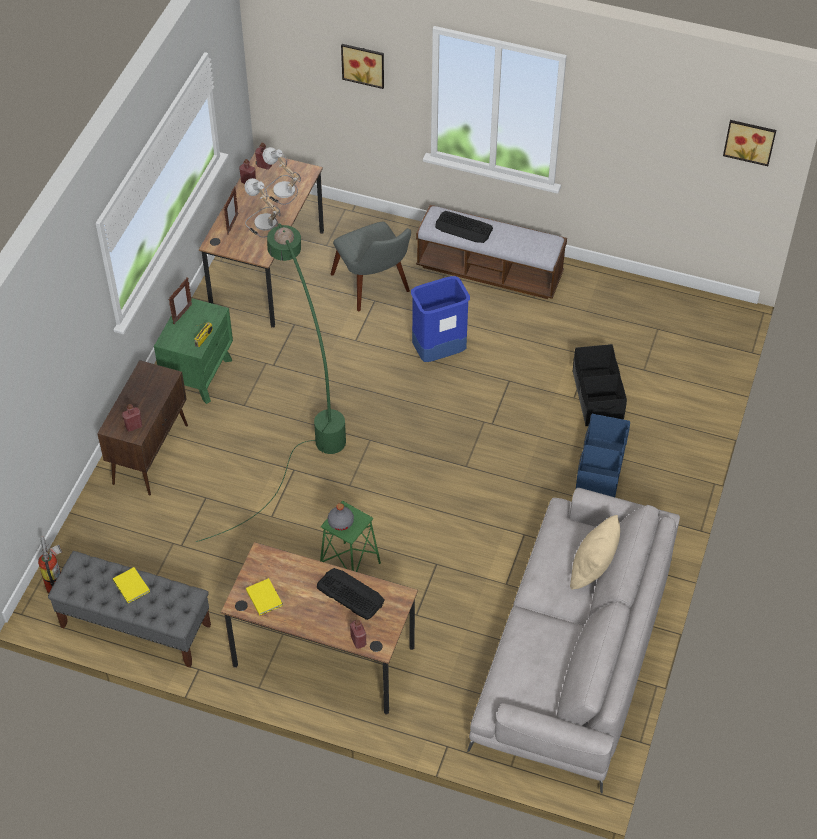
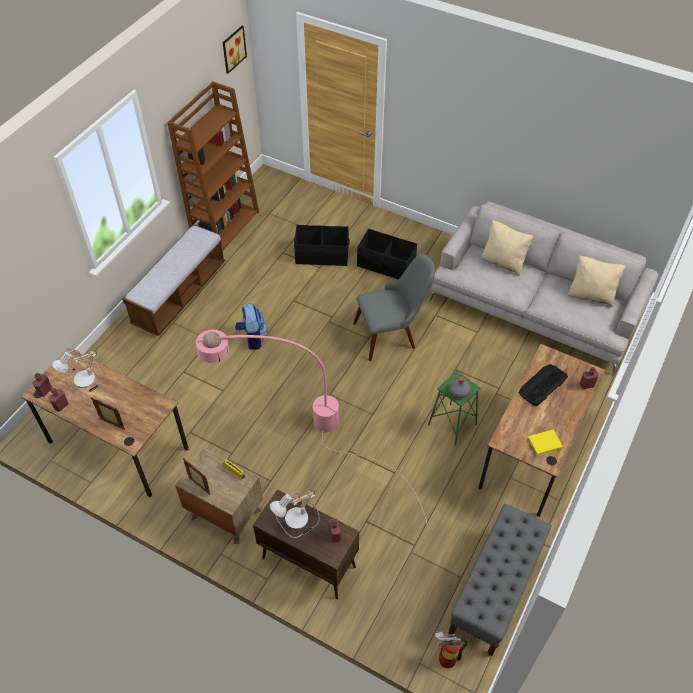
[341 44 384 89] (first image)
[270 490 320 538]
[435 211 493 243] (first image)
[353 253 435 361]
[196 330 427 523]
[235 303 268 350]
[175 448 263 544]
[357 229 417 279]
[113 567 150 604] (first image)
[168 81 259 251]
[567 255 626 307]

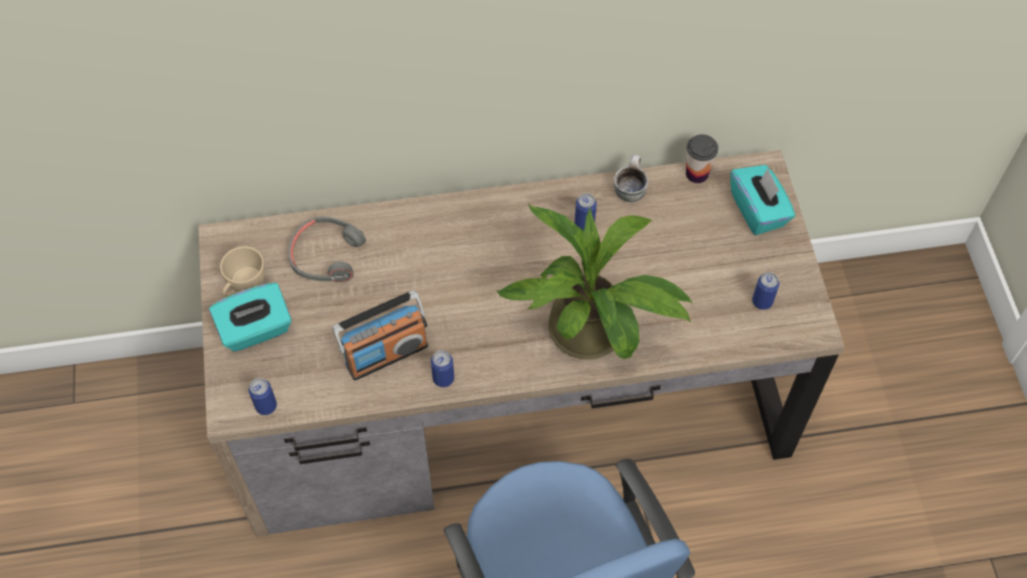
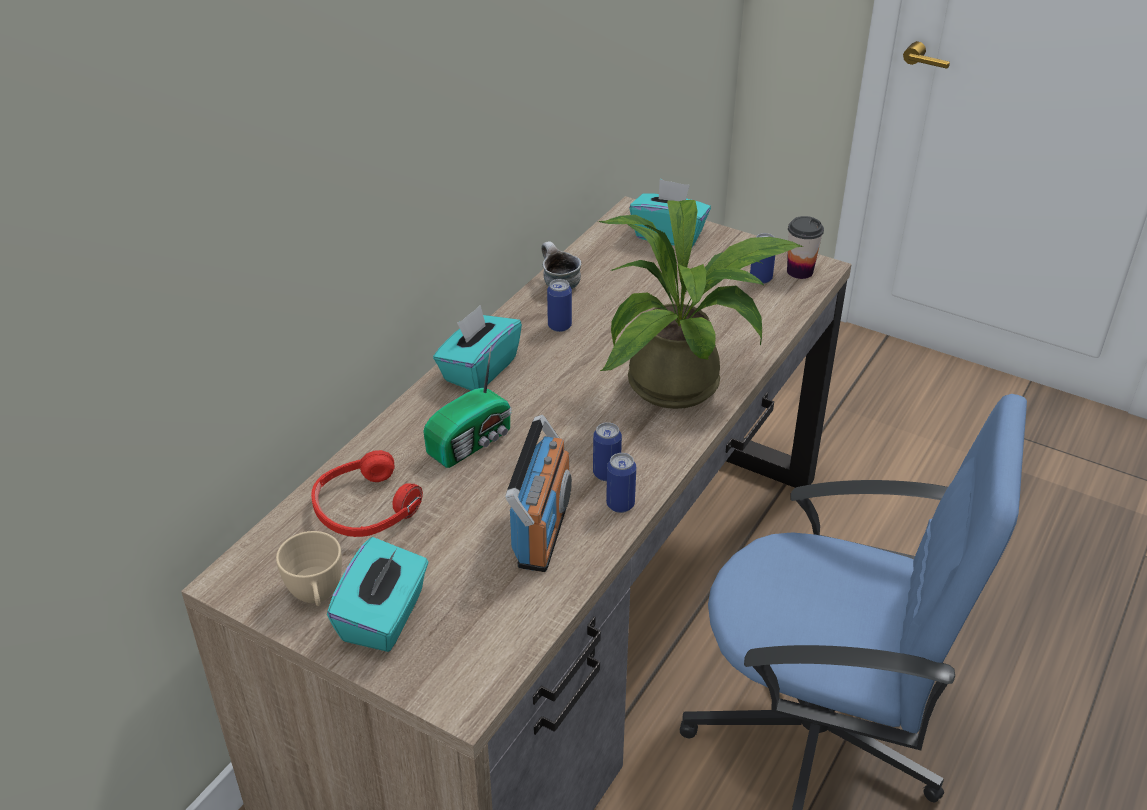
[787 216 824 279]
[311 450 423 537]
[593 422 622 481]
[433 305 522 391]
[423 346 512 468]

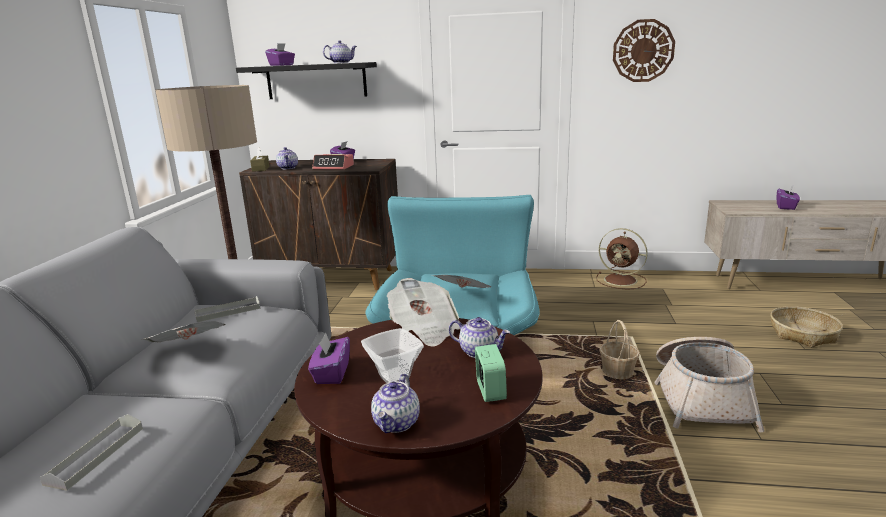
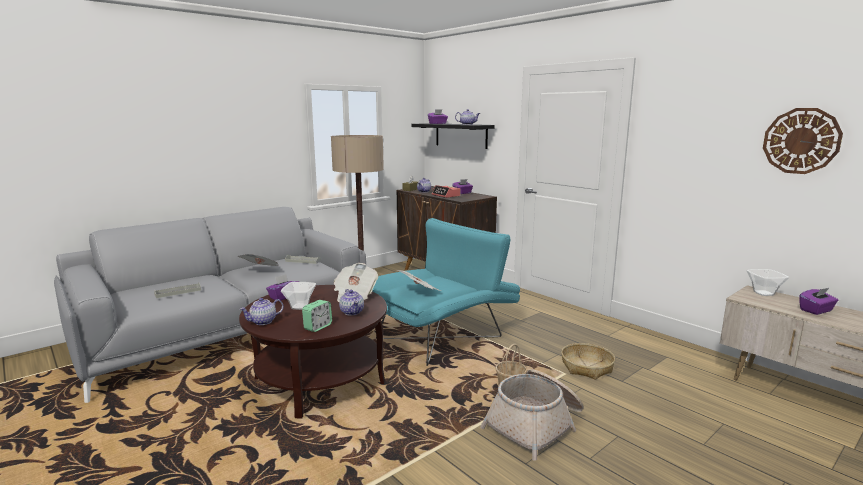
[763 108 843 174]
[596 228 648 290] (first image)
[561 343 615 380]
[746 269 789 296]

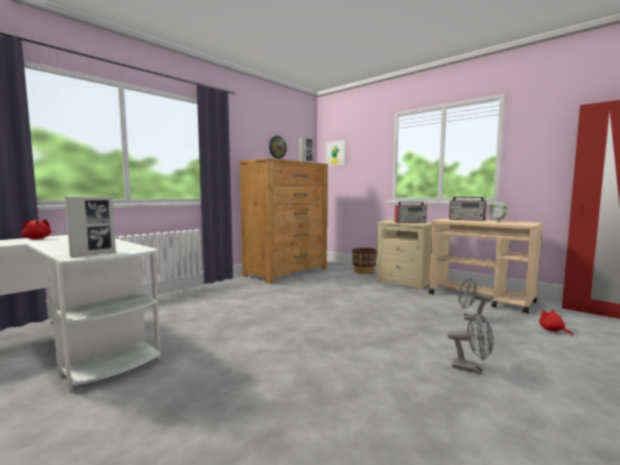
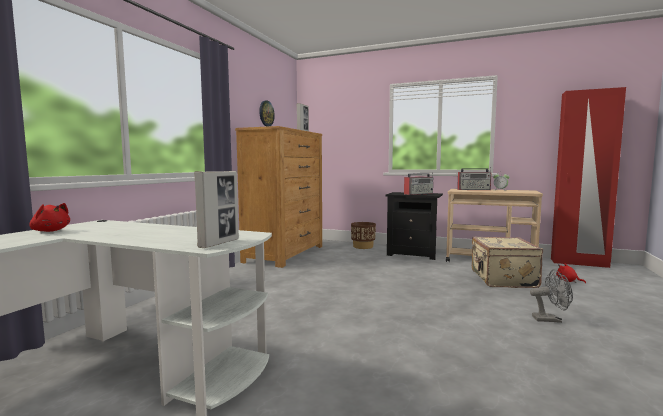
[326 140 346 166] (first image)
[385 192 443 260]
[472 237 543 288]

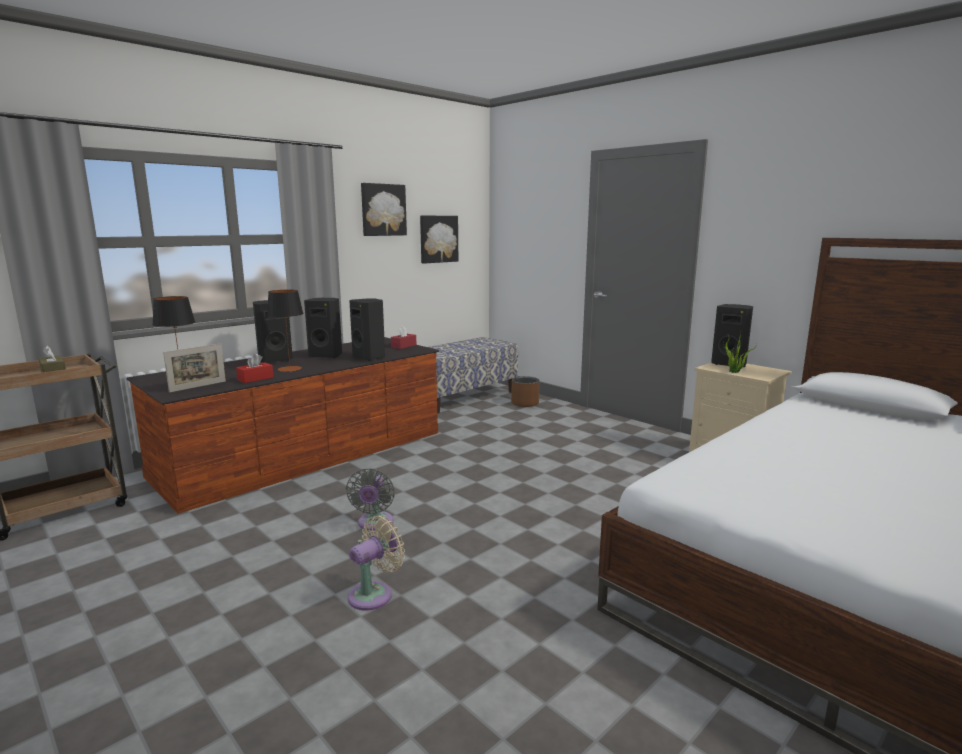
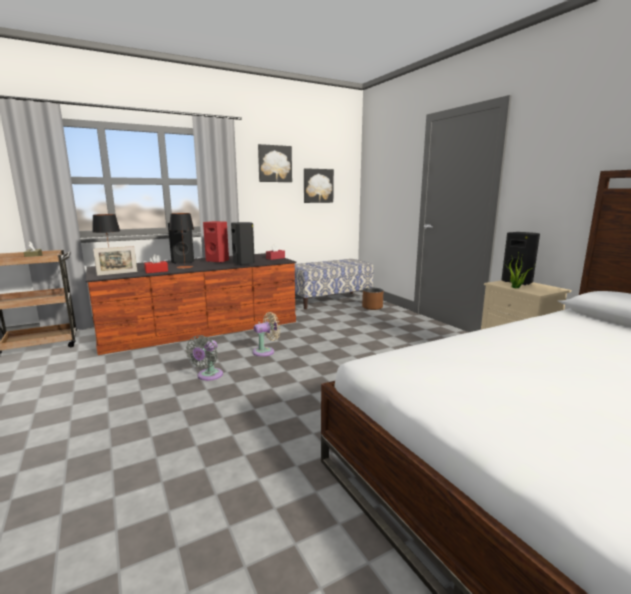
[203 221 229 263]
[253 312 280 357]

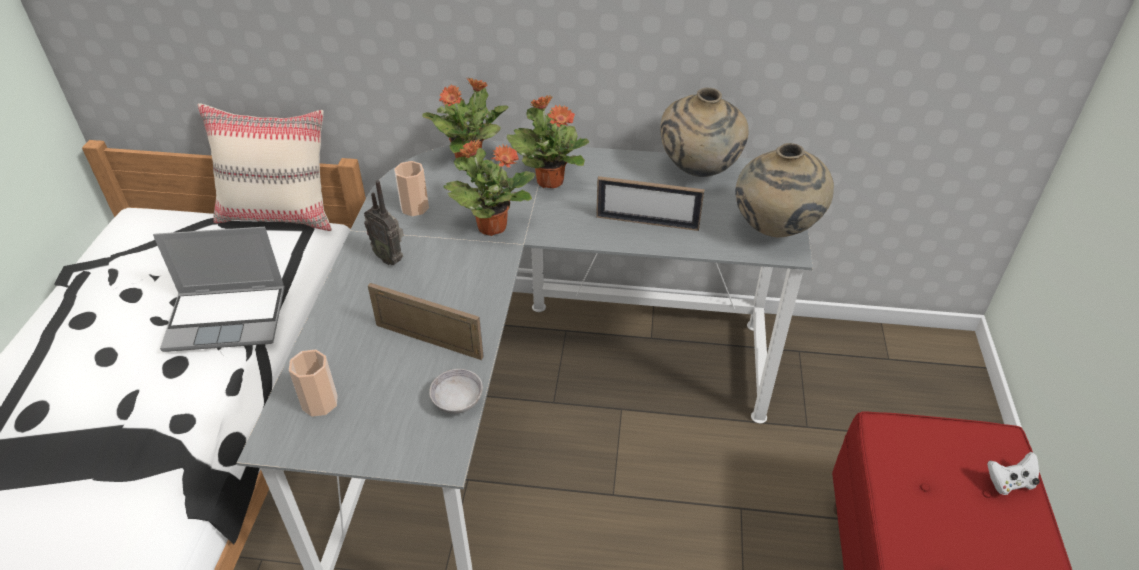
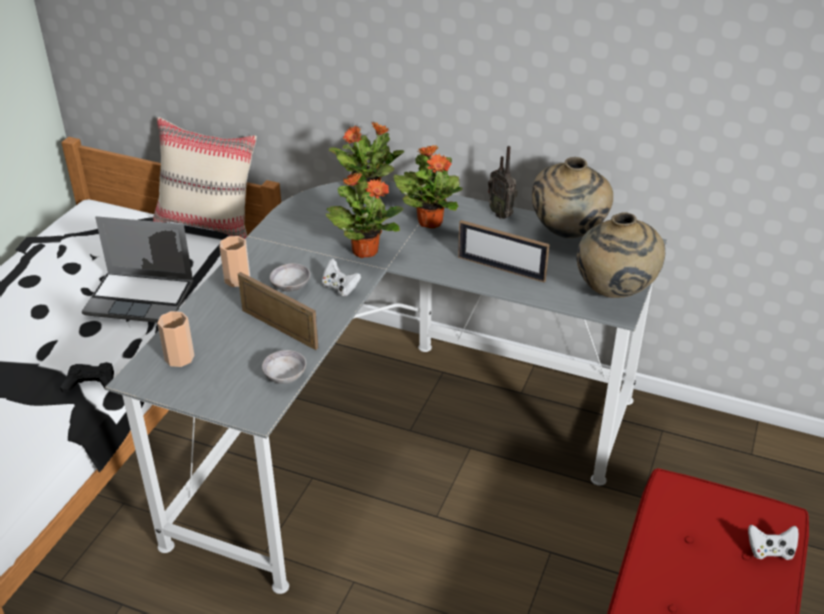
[220 236 250 287]
[488 146 518 219]
[322 259 361 297]
[270 263 310 292]
[60 362 114 393]

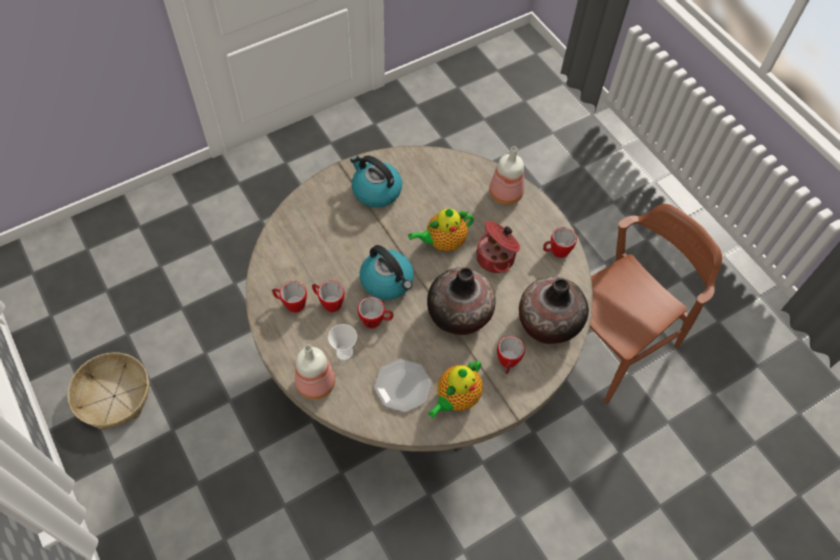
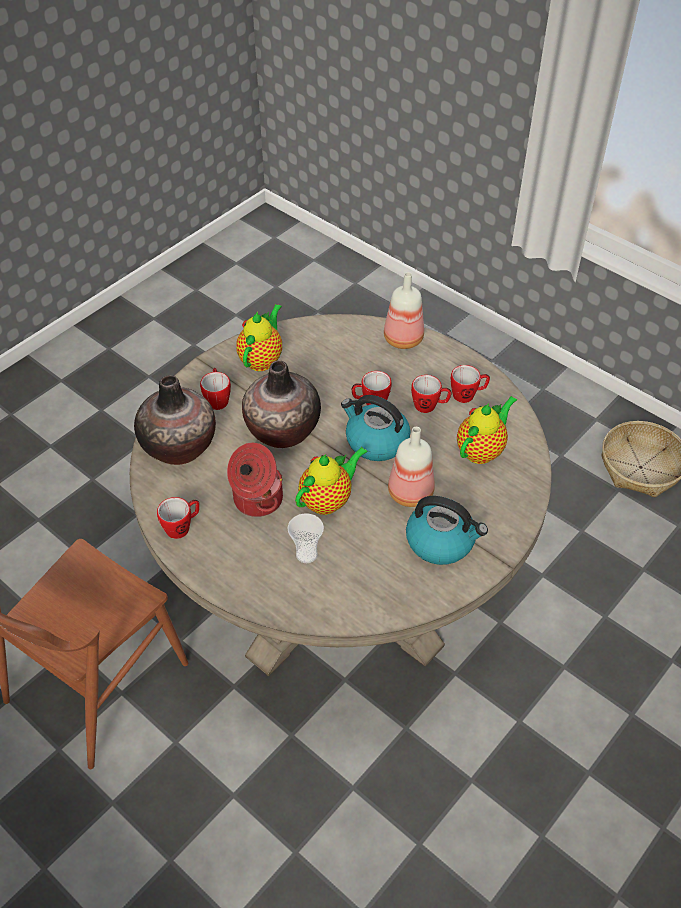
[388 427 435 507]
[288 513 324 563]
[374 359 432 412] (first image)
[457 396 517 464]

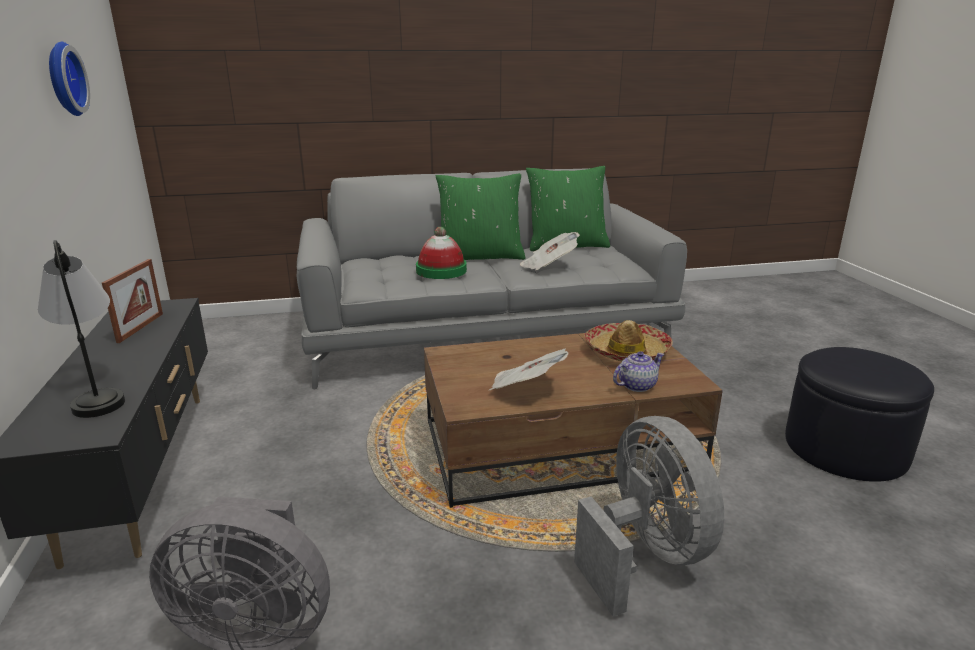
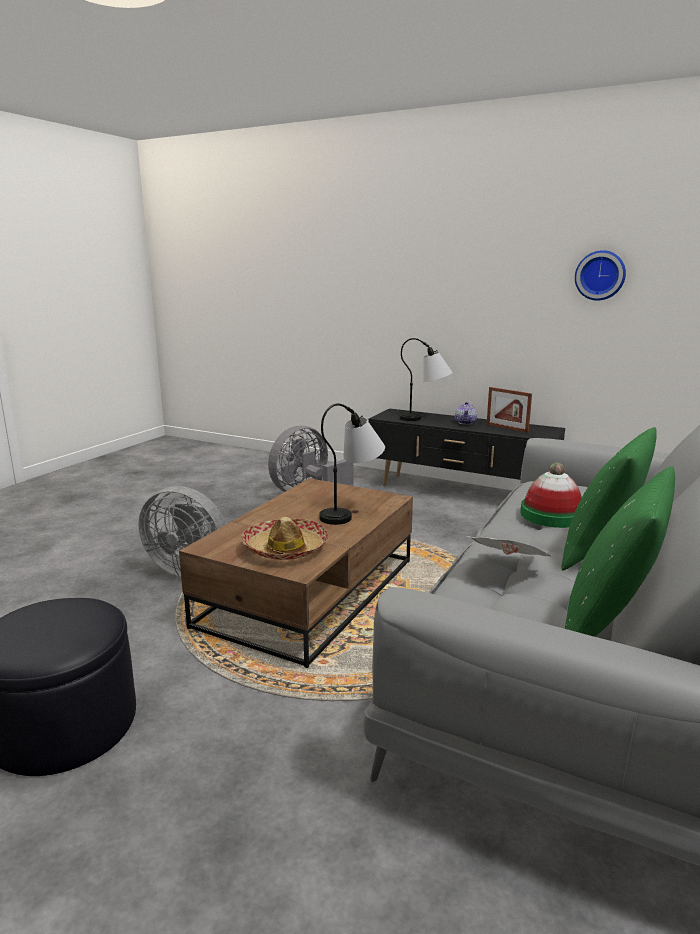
[489 348 569 390] (first image)
[455 402 477 425]
[319 403 385 525]

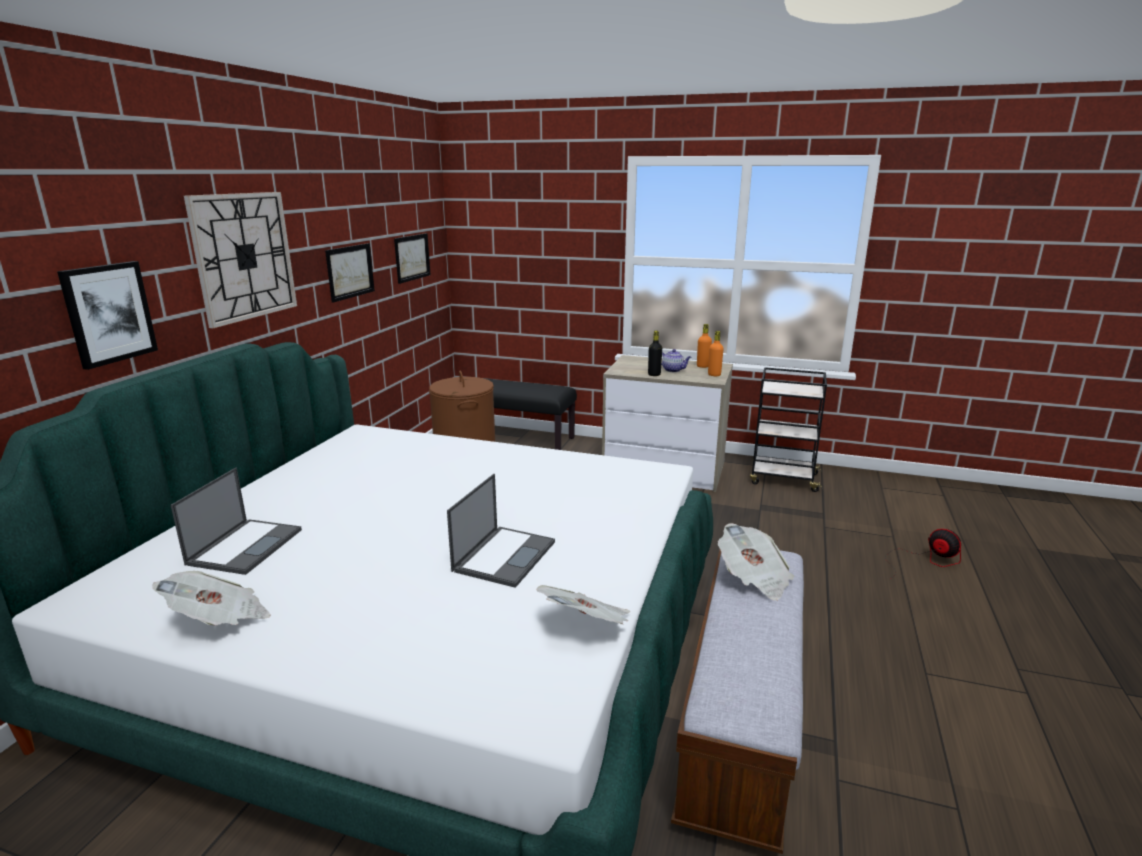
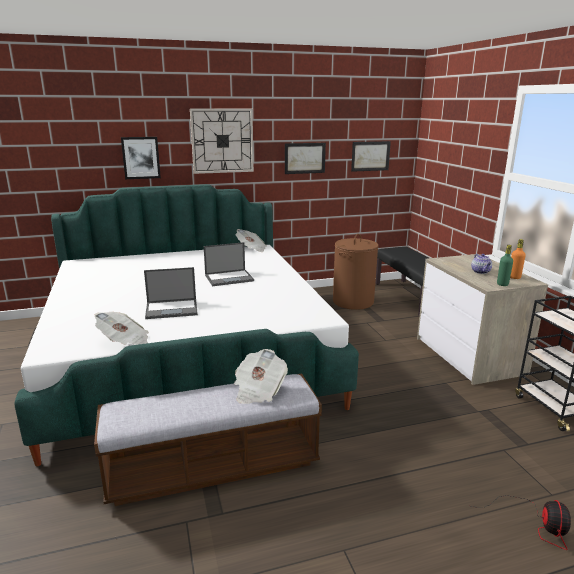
[648 331 662 376] (first image)
[497 245 513 286]
[204 242 254 286]
[235 229 267 252]

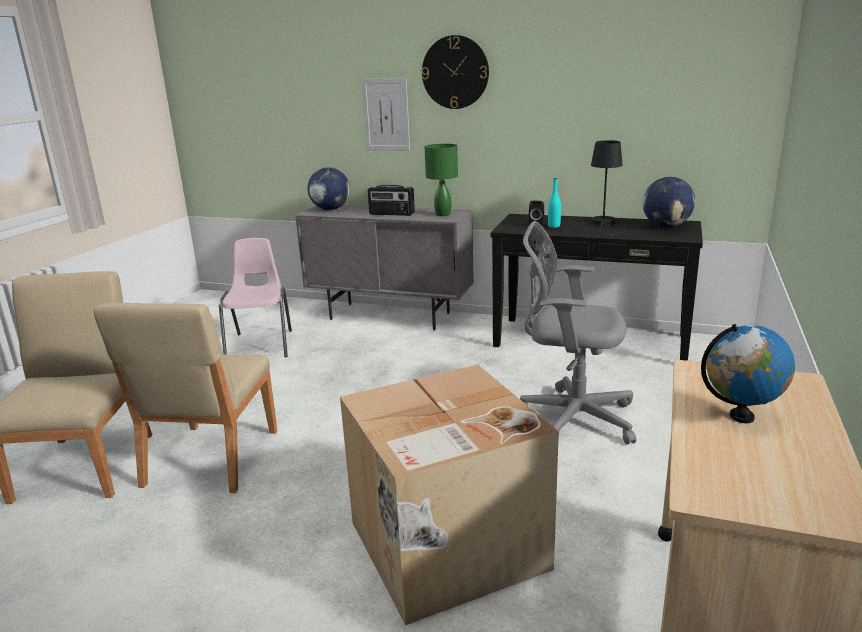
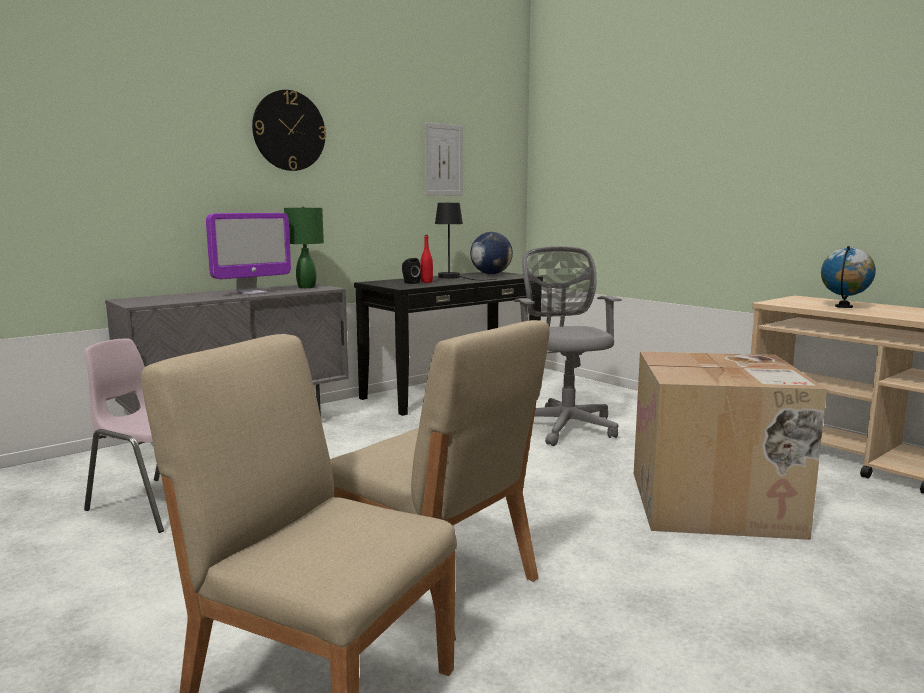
[424 122 463 196]
[308 167 350 210] (first image)
[420 235 433 283]
[206 213 291 295]
[514 246 621 446]

